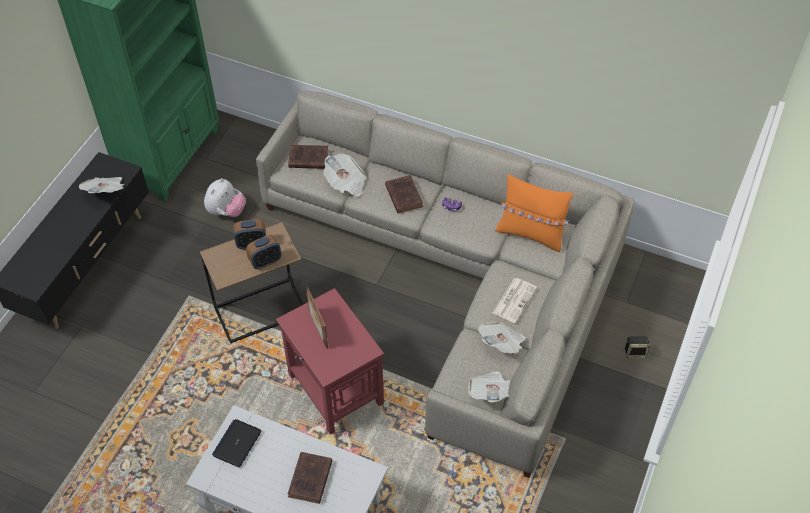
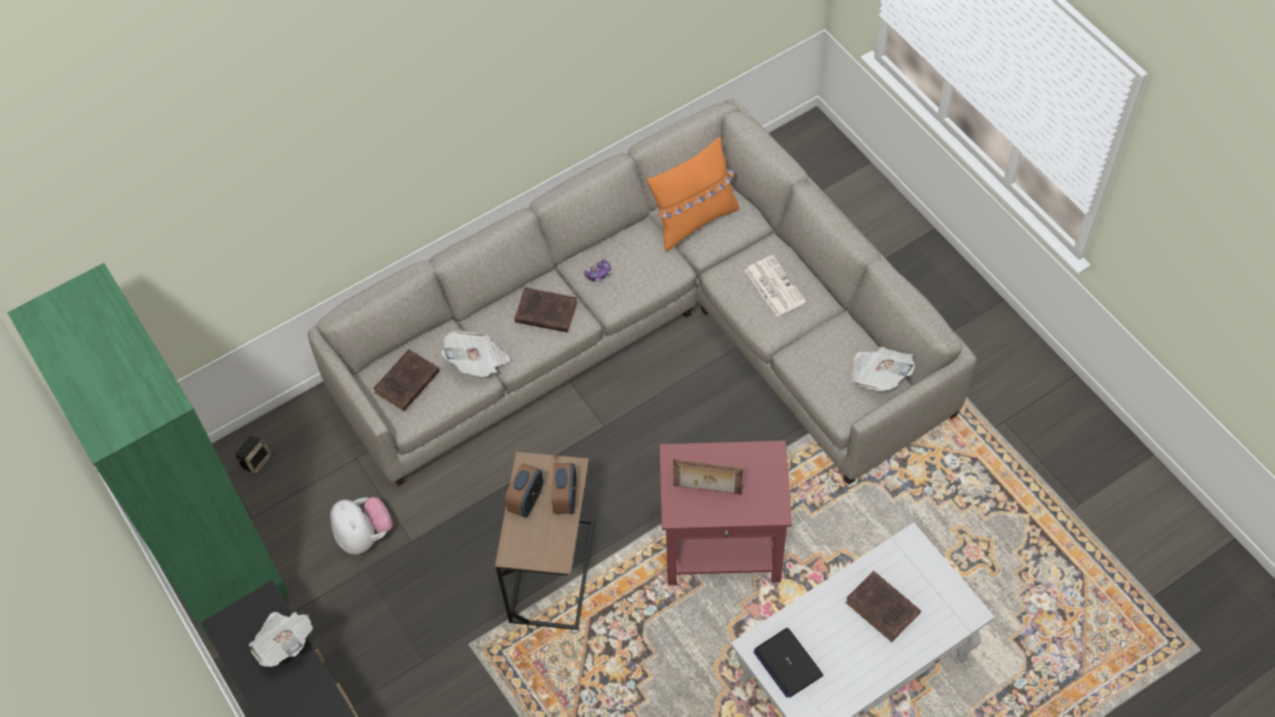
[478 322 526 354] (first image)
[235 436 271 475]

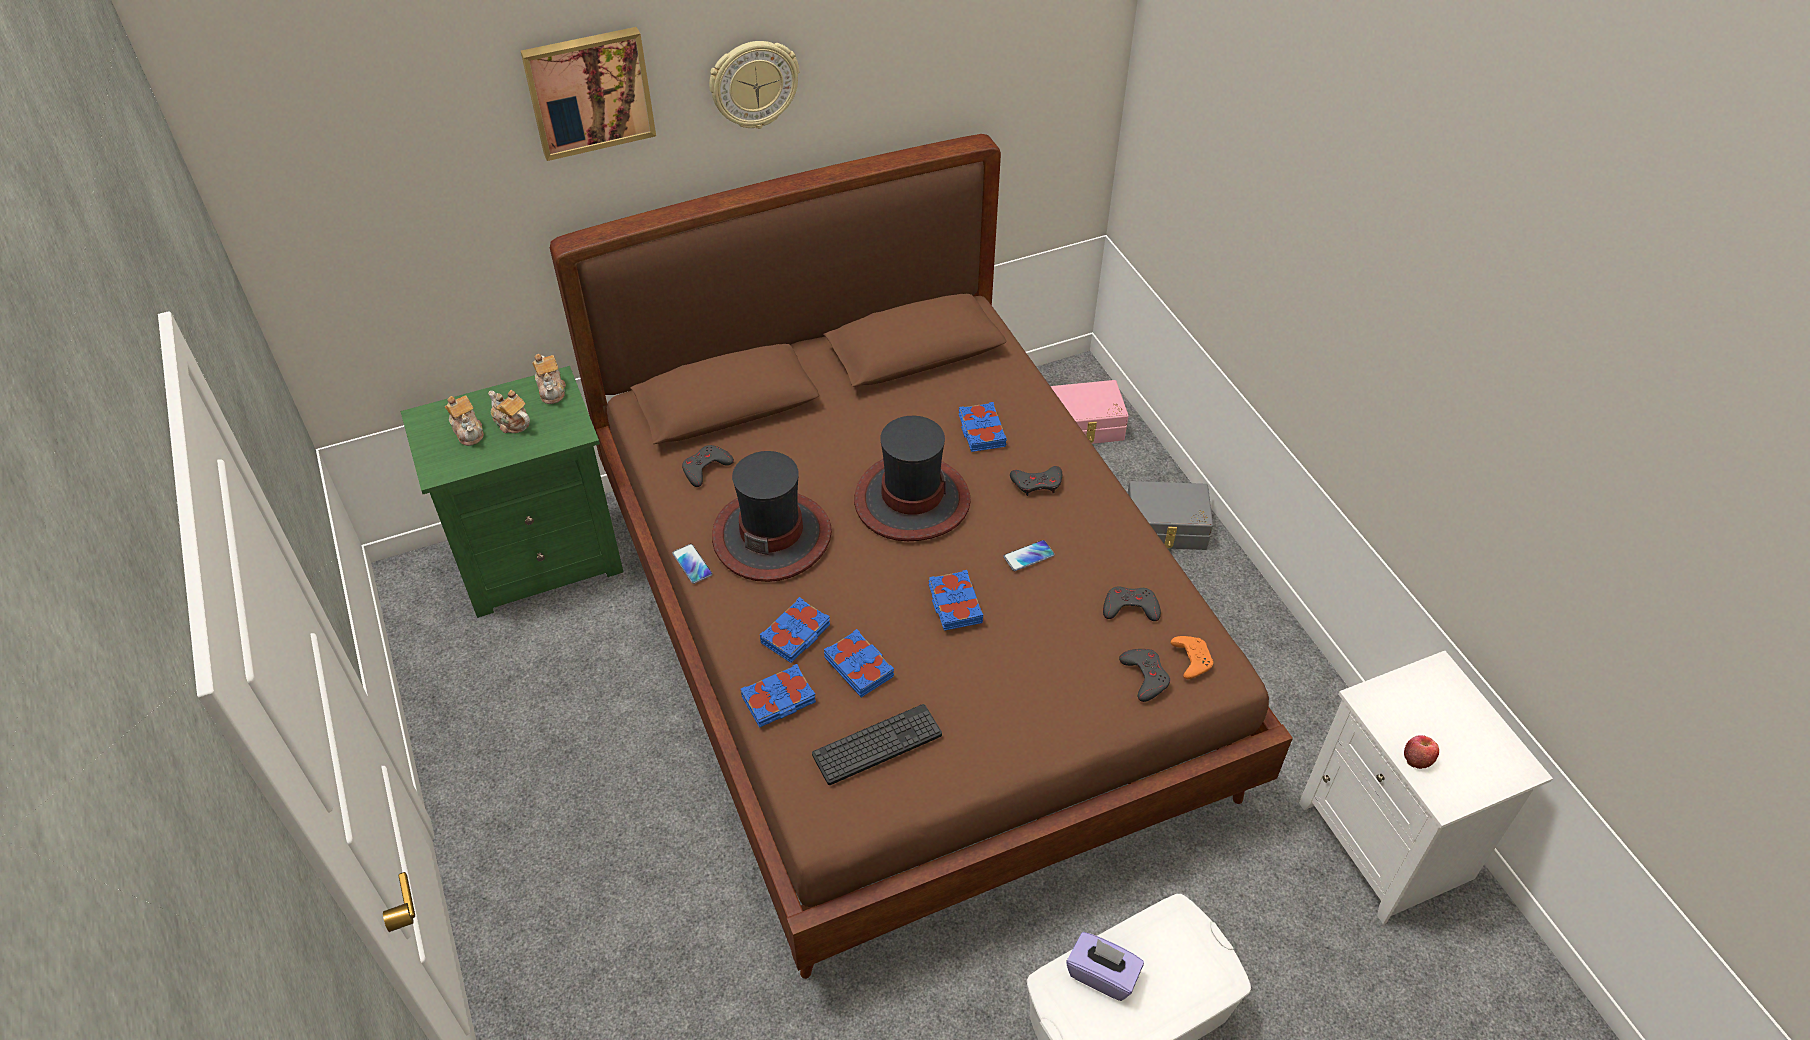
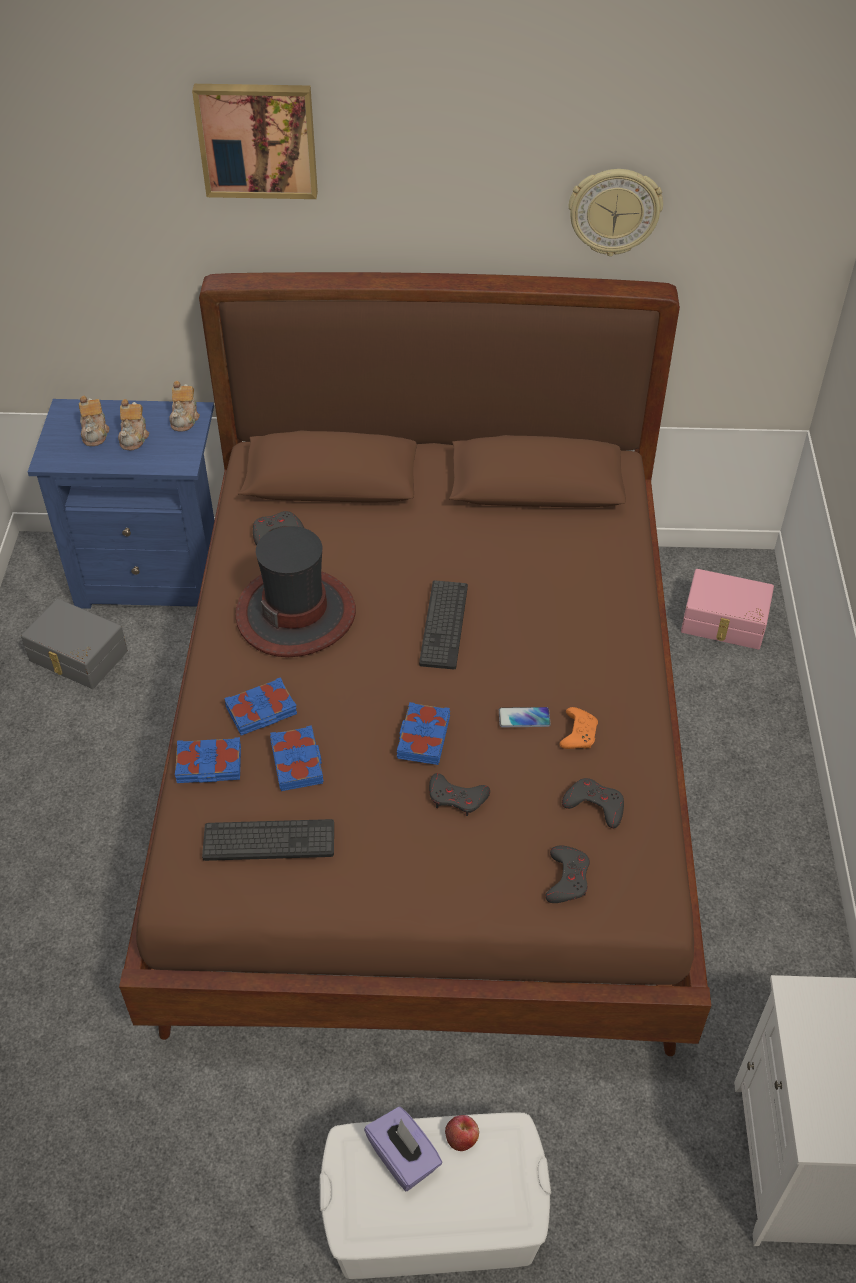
[568 169 663 256]
[28 399 215 609]
[118 399 149 450]
[959 402 1007 452] (first image)
[419 580 468 669]
[429 773 490 816]
[21 599 128 689]
[672 544 713 584] (first image)
[559 707 598 749]
[445 1115 479 1151]

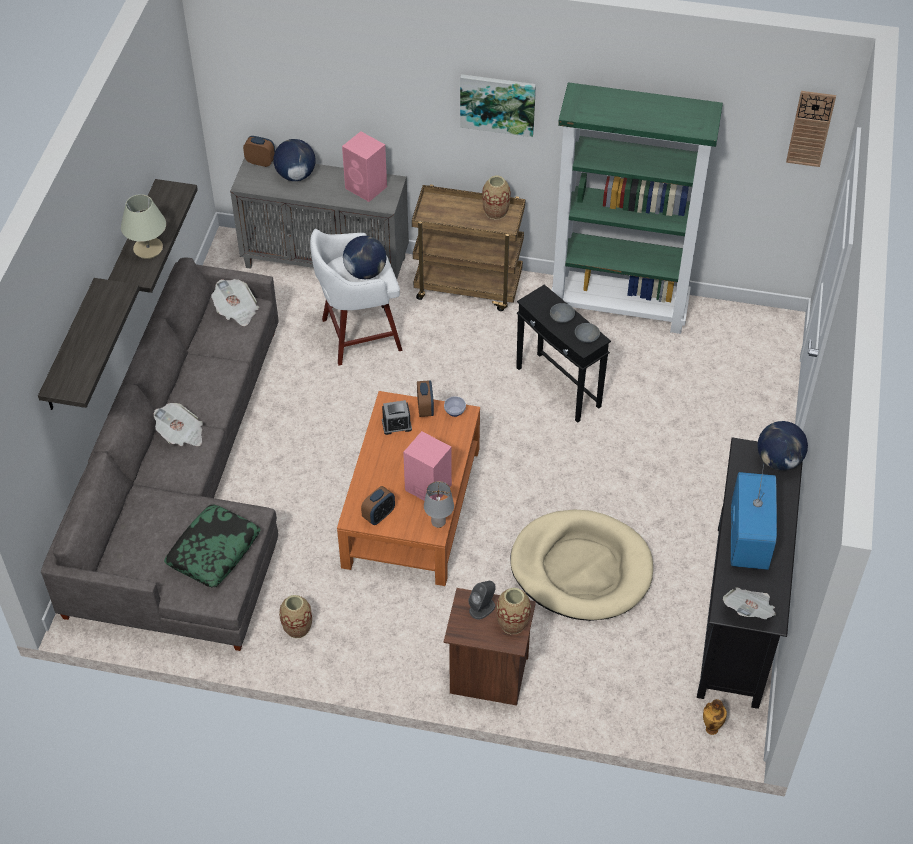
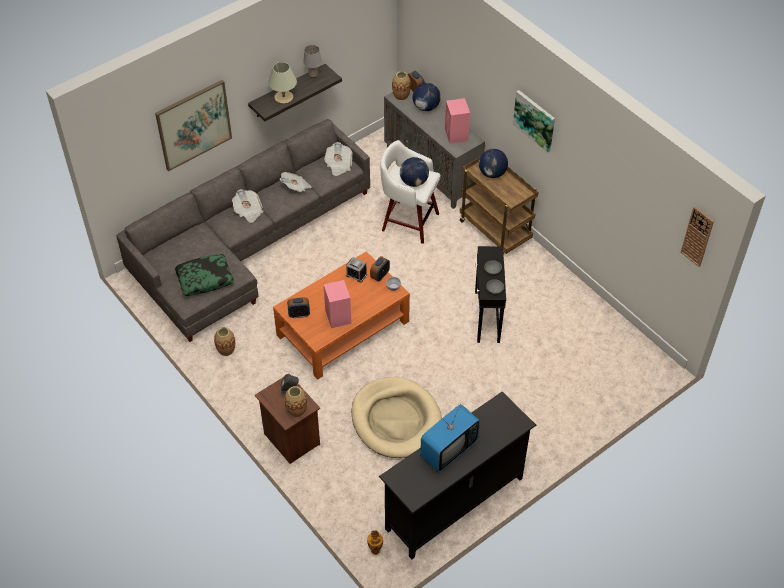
[552 82 723 334] (first image)
[392 71 411 101]
[155 80 232 171]
[479 149 508 178]
[303 45 322 78]
[280 172 312 192]

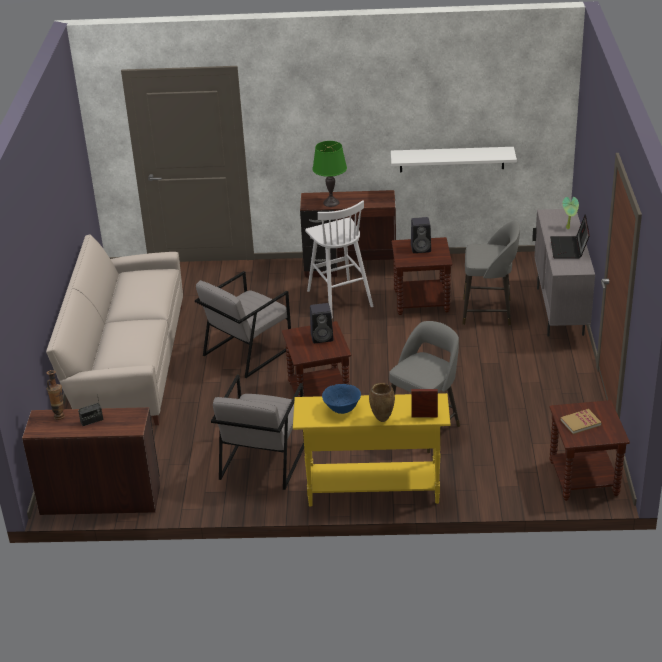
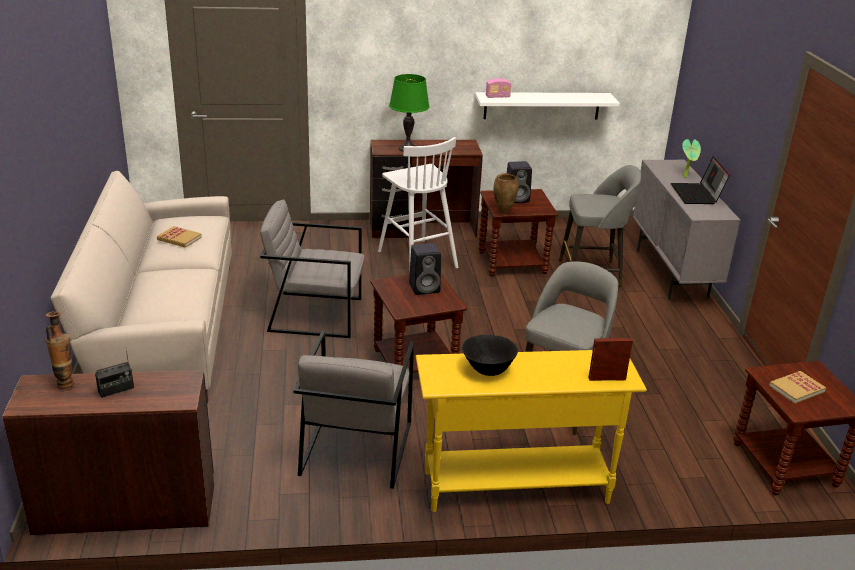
[260 199 364 338]
[494 173 519 213]
[462 335 518 376]
[486 78 511 98]
[157 226 202 248]

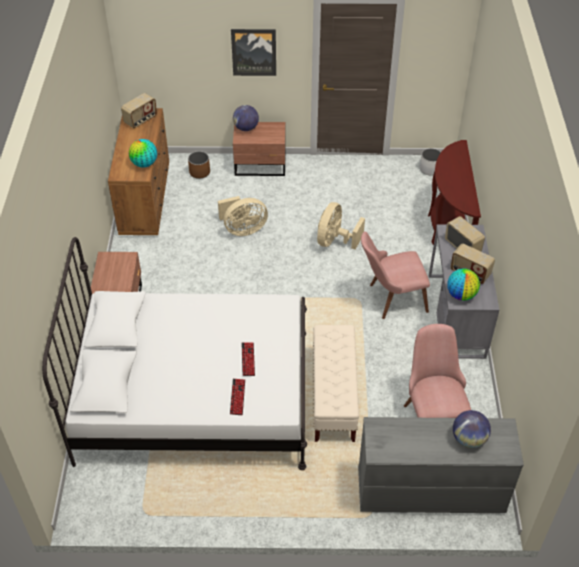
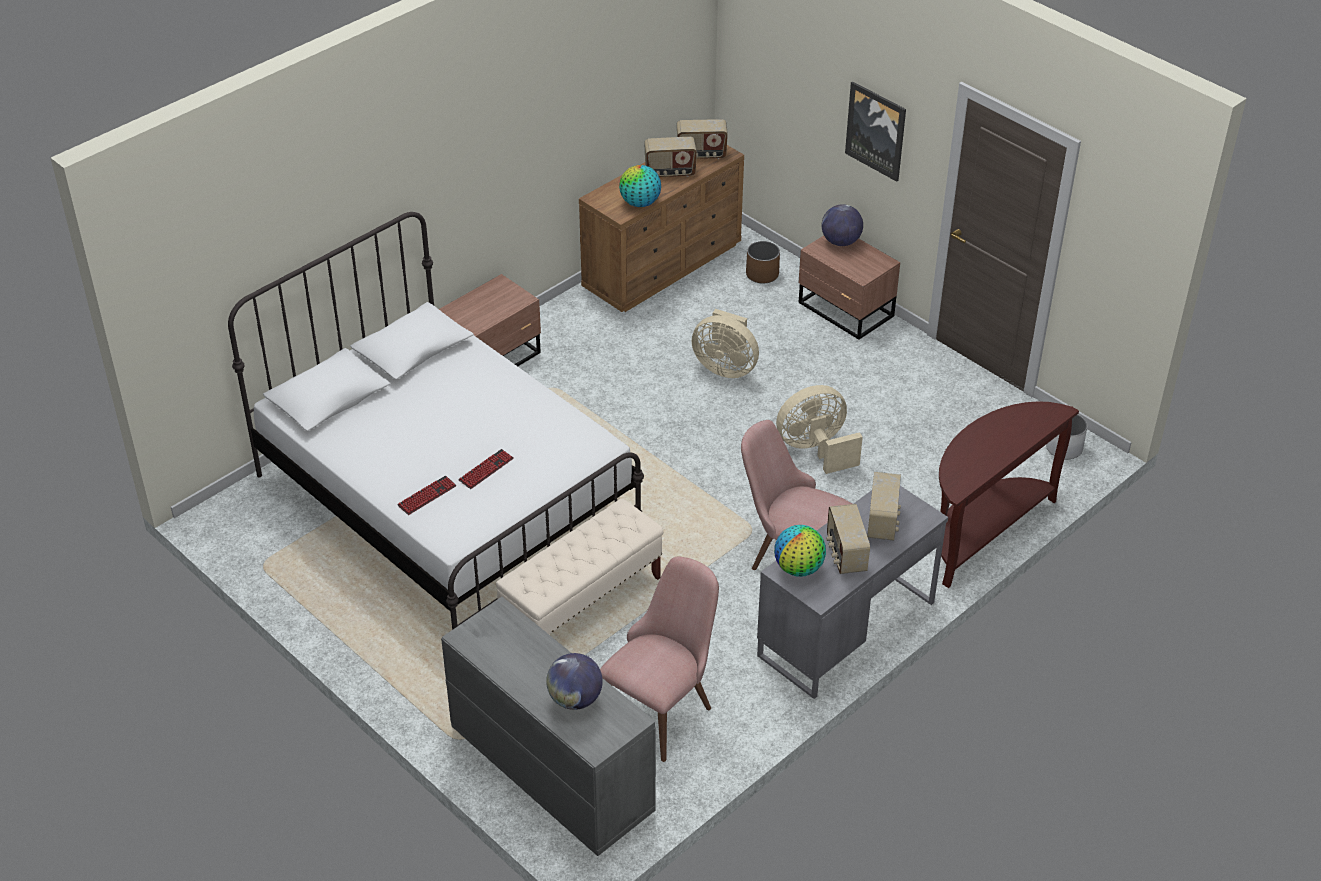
[644 137 697 177]

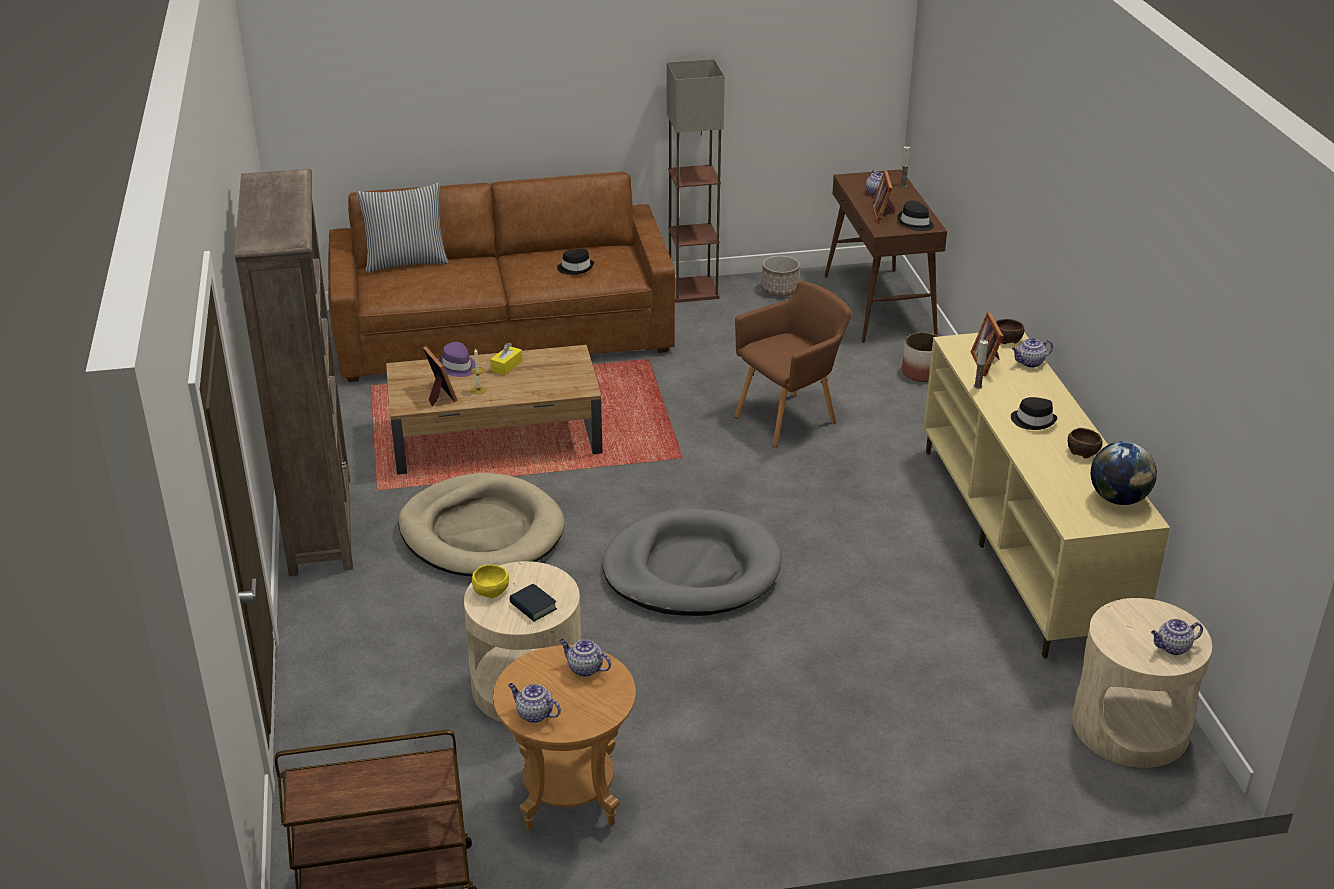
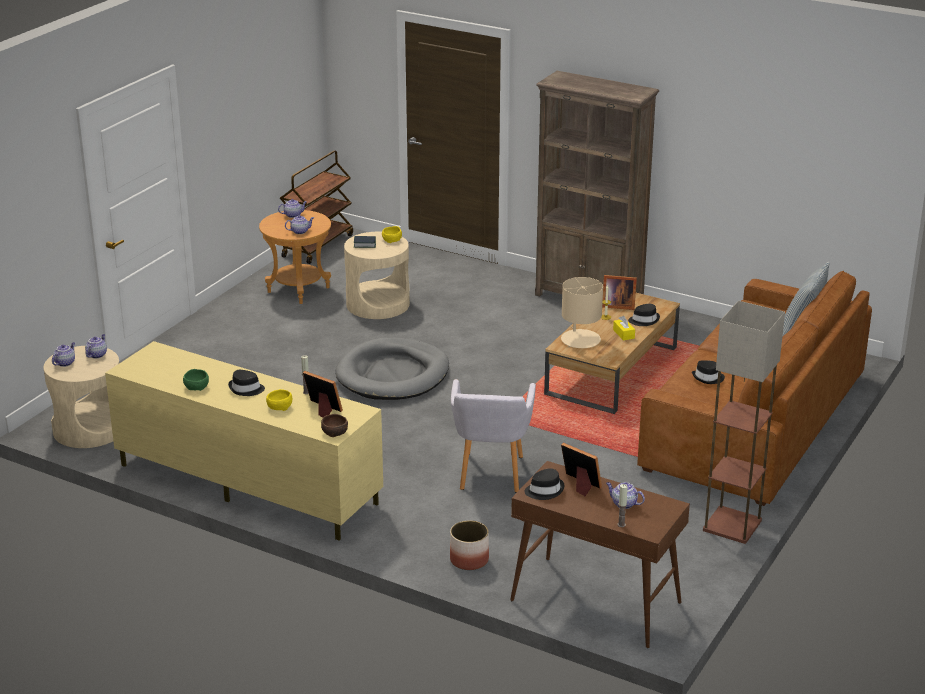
[762 255 800 297] (first image)
[451 379 536 493]
[85 334 107 358]
[628 304 660 326]
[183 369 209 391]
[1091 441 1157 505] (first image)
[398 473 565 576] (first image)
[561 277 603 348]
[266 389 292 411]

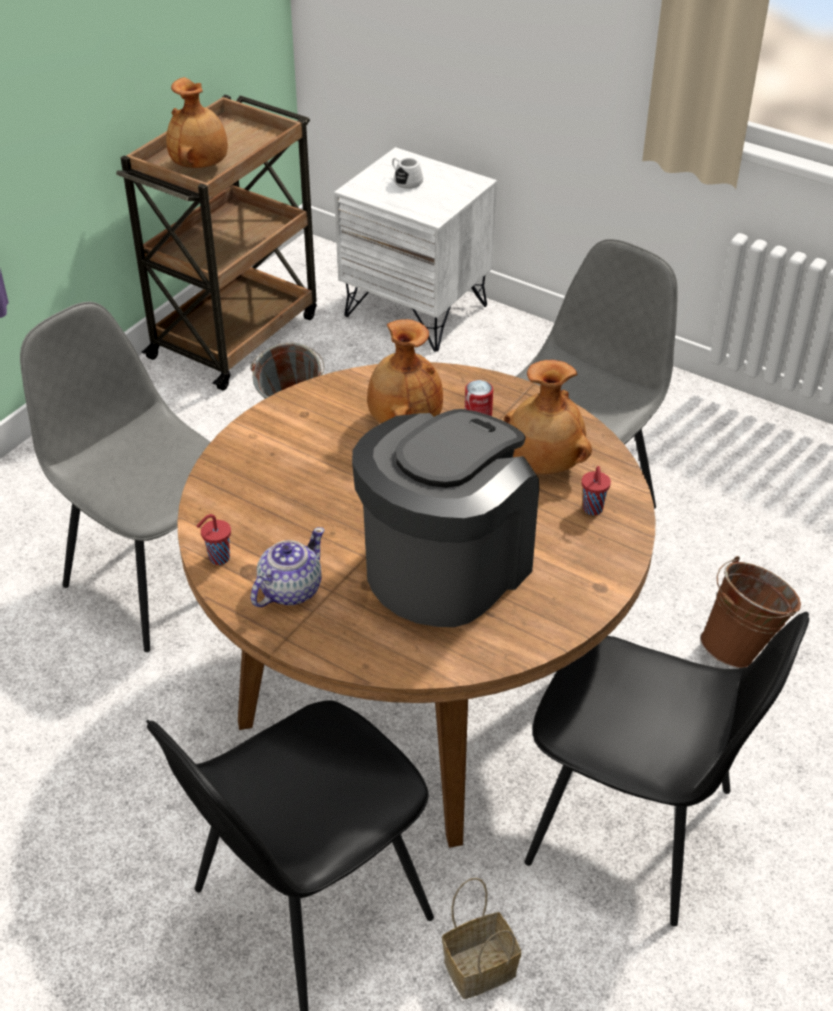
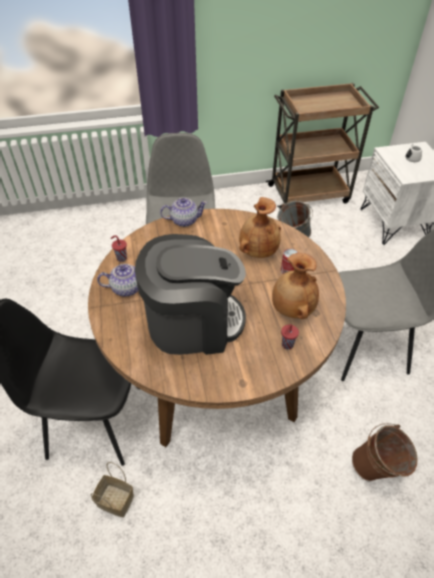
[166 77 228 168] (first image)
[525 612 809 927] (first image)
[160 198 207 227]

